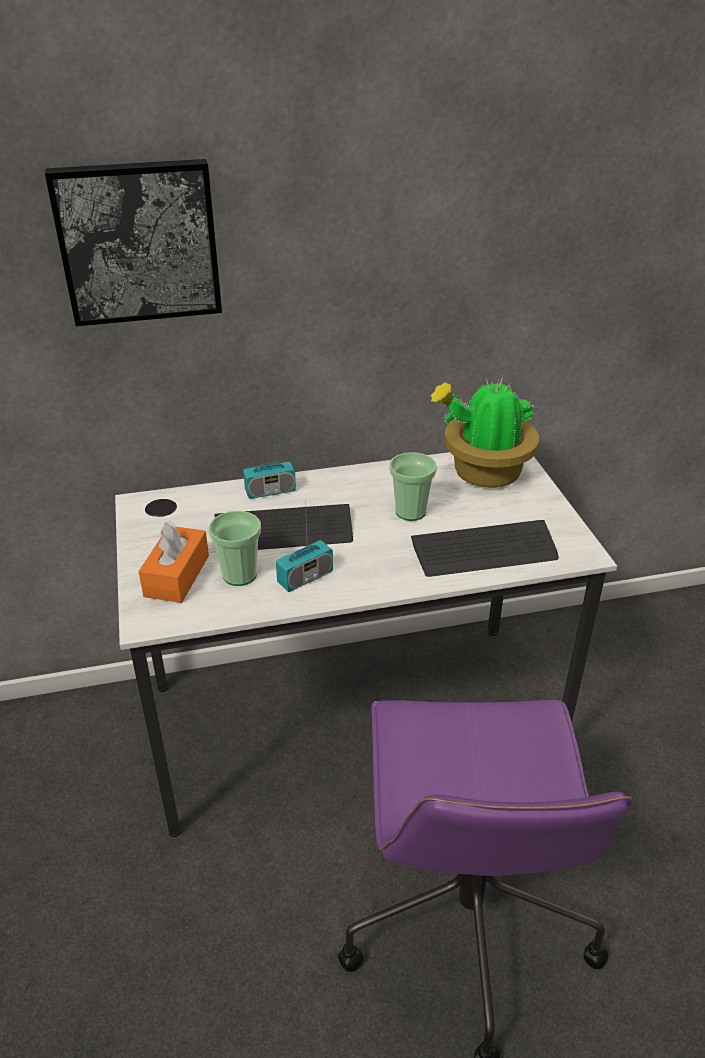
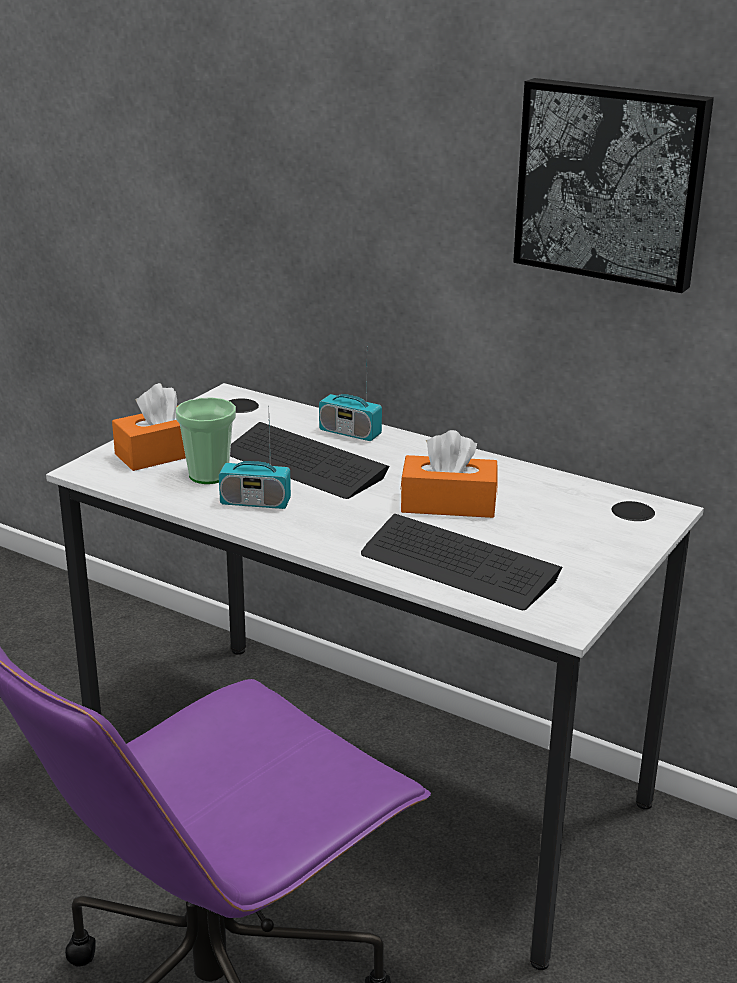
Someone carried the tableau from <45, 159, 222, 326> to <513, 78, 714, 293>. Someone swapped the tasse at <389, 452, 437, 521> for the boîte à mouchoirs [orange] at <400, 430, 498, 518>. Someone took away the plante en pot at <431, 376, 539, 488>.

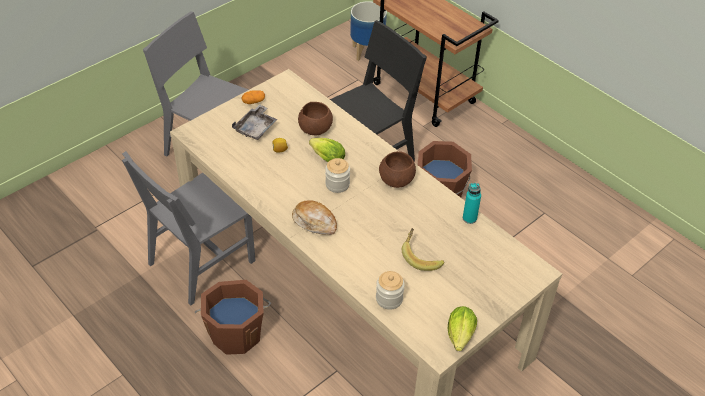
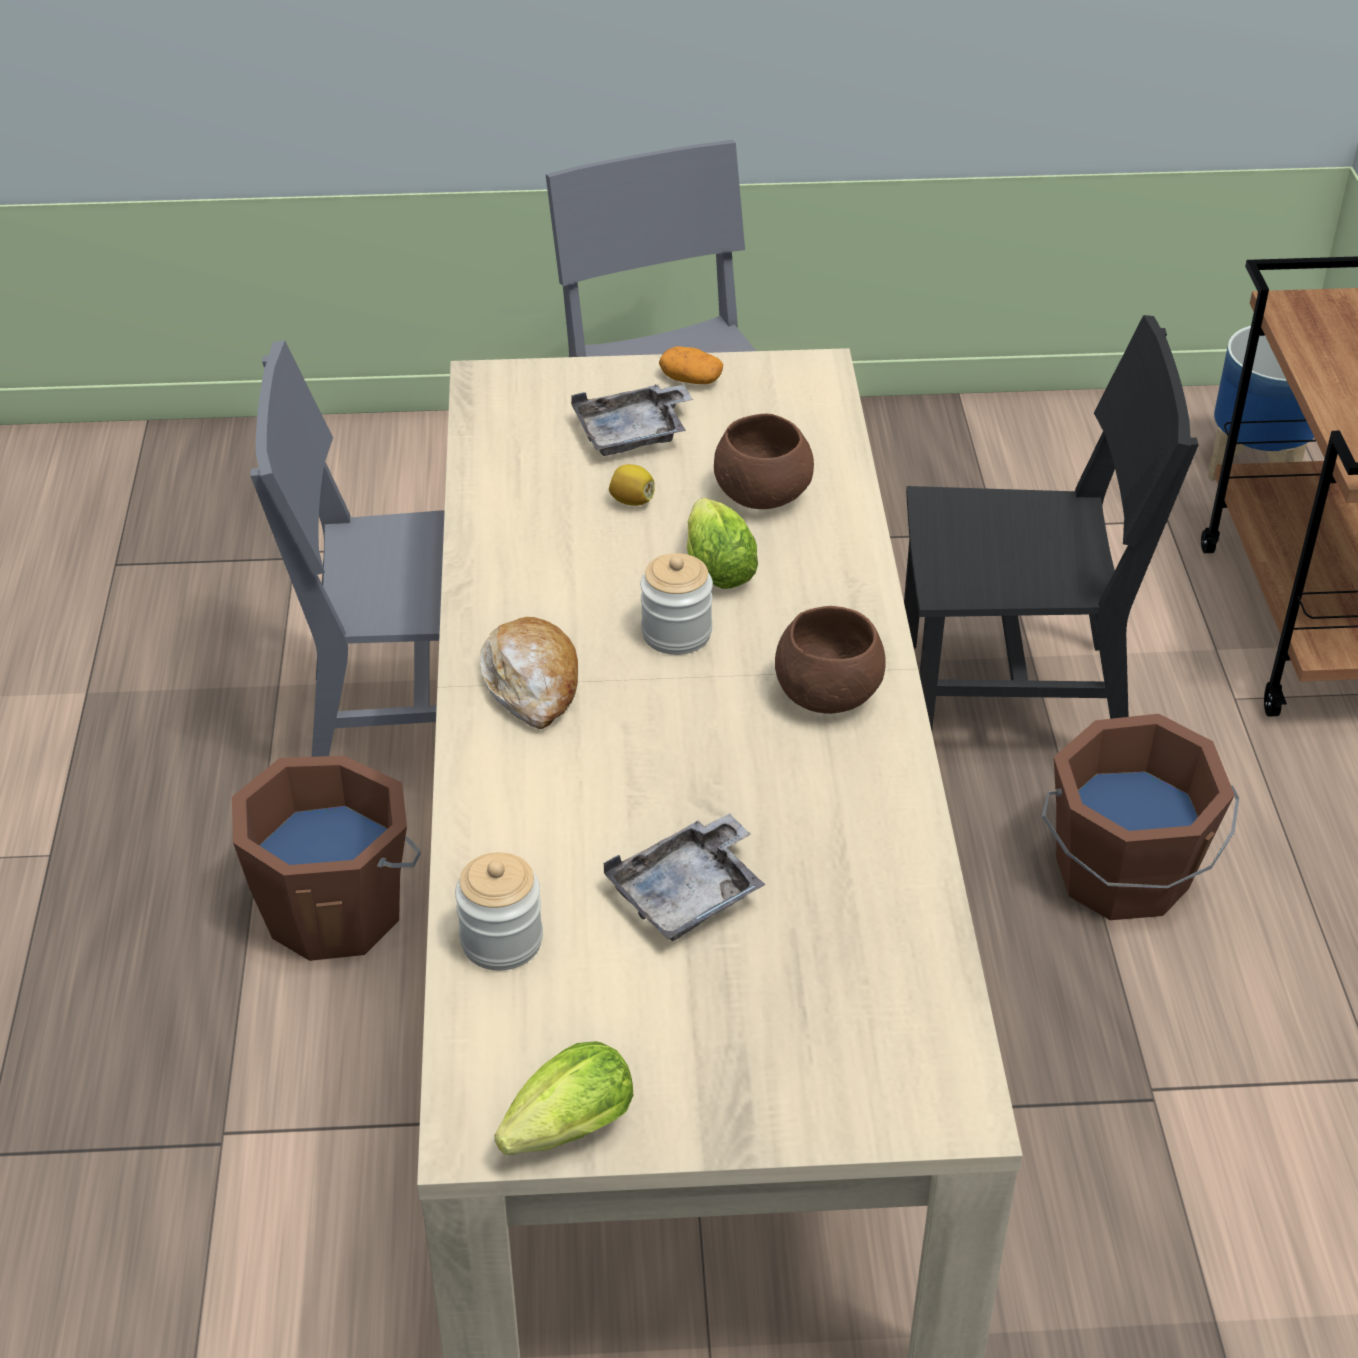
Someone swapped the banane at <402, 228, 445, 271> for the plateau [gris] at <603, 813, 765, 941>. Someone took away the bouteille [turquoise] at <463, 183, 481, 224>.

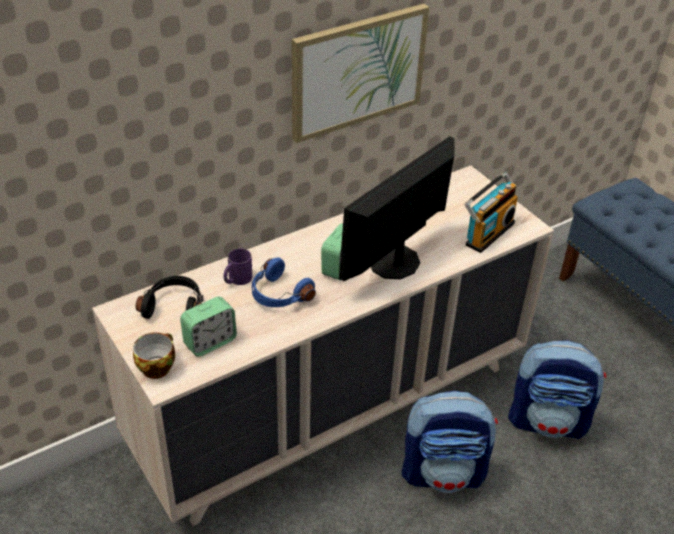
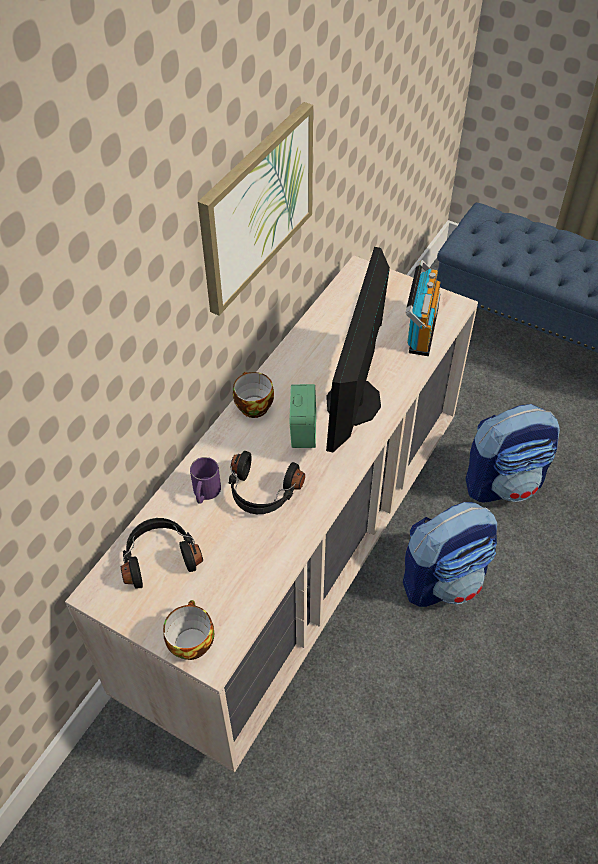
Someone took away the réveil at <180, 296, 237, 357>. Someone repainted the casque audio [bleu] at <252, 257, 316, 307>, which became the casque audio [noir] at <229, 451, 305, 514>. Someone put down the tasse at <233, 372, 274, 418>.

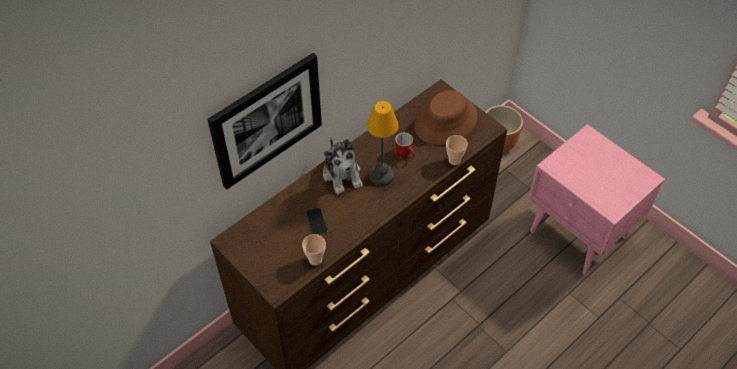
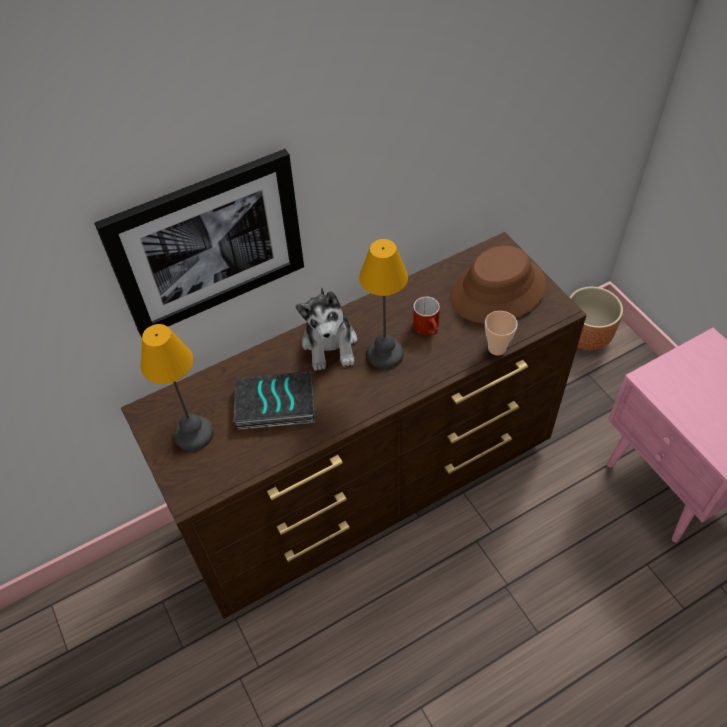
Someone took away the tasse at <302, 234, 326, 266>. Someone swapped the téléphone at <305, 208, 328, 235> for the livre at <233, 371, 315, 430>. Someone put down the lampe de table at <141, 324, 214, 451>.

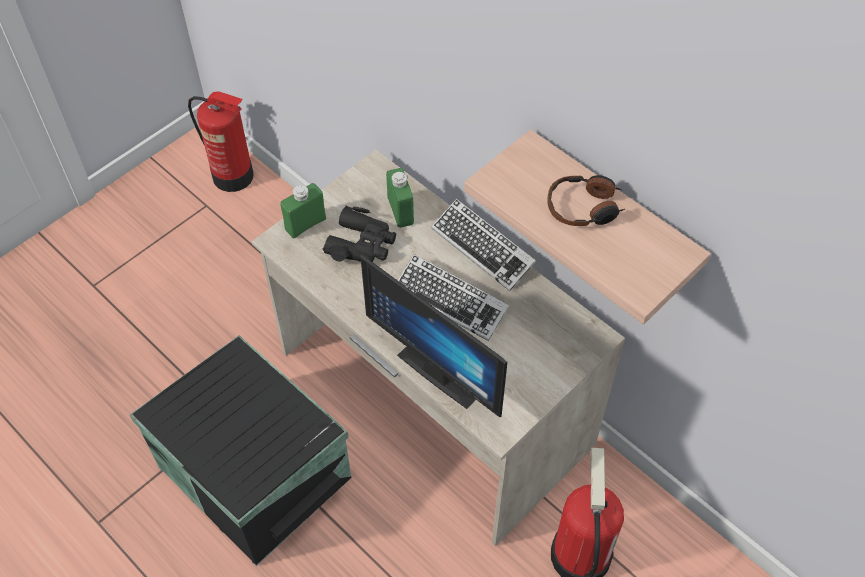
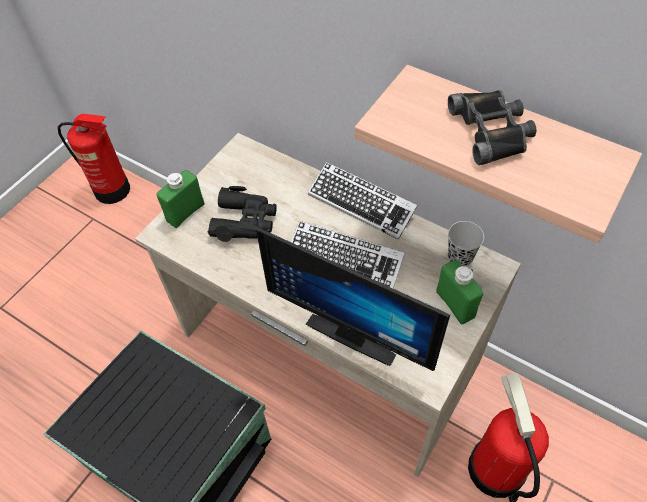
Someone carried the bouteille [vert] from <386, 168, 414, 228> to <436, 260, 484, 324>. Someone swapped the casque audio at <547, 175, 625, 226> for the jumelles [noir] at <448, 90, 536, 165>. Someone put down the tasse [noir] at <448, 221, 484, 266>.

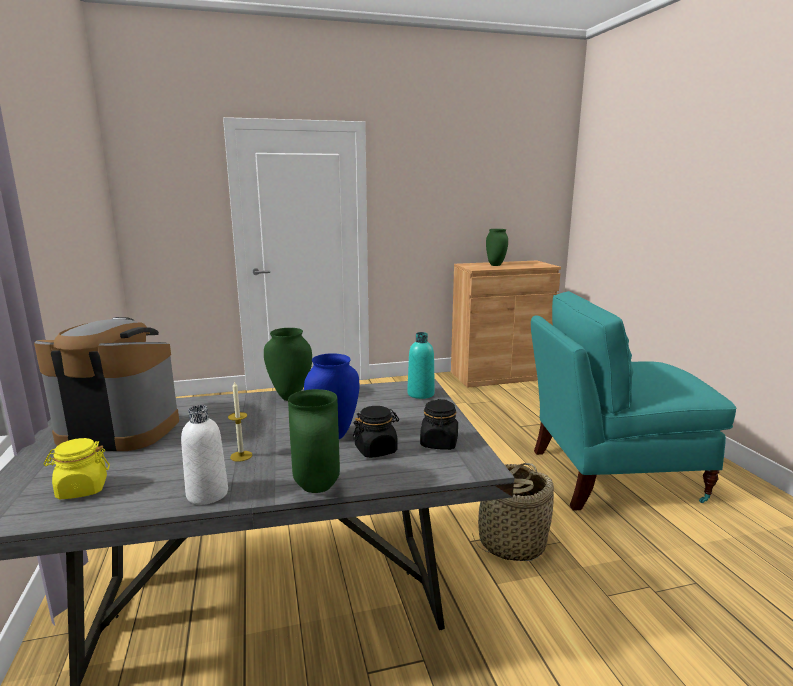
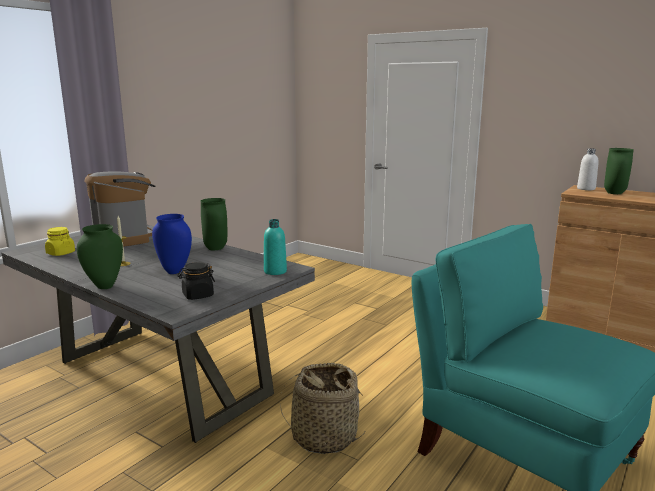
Someone carried the bouteille [blanc] from <181, 405, 228, 505> to <577, 148, 599, 190>. Someone took away the bocal [noir] at <353, 406, 399, 458>.

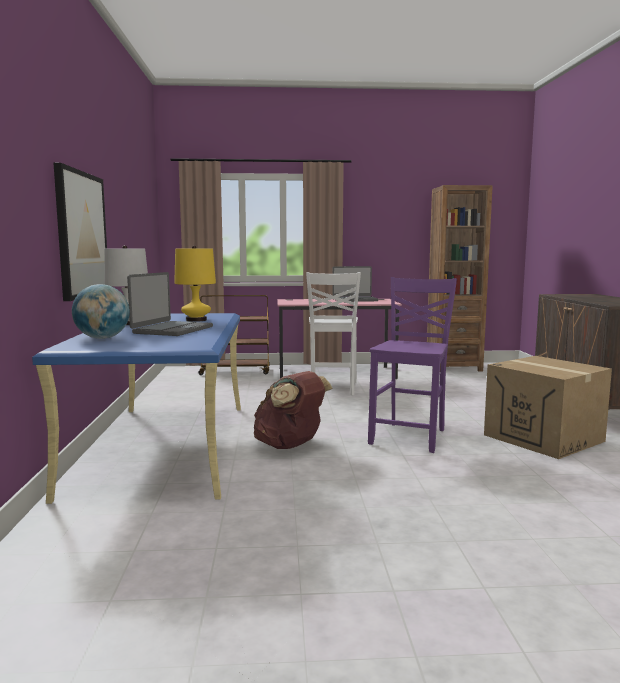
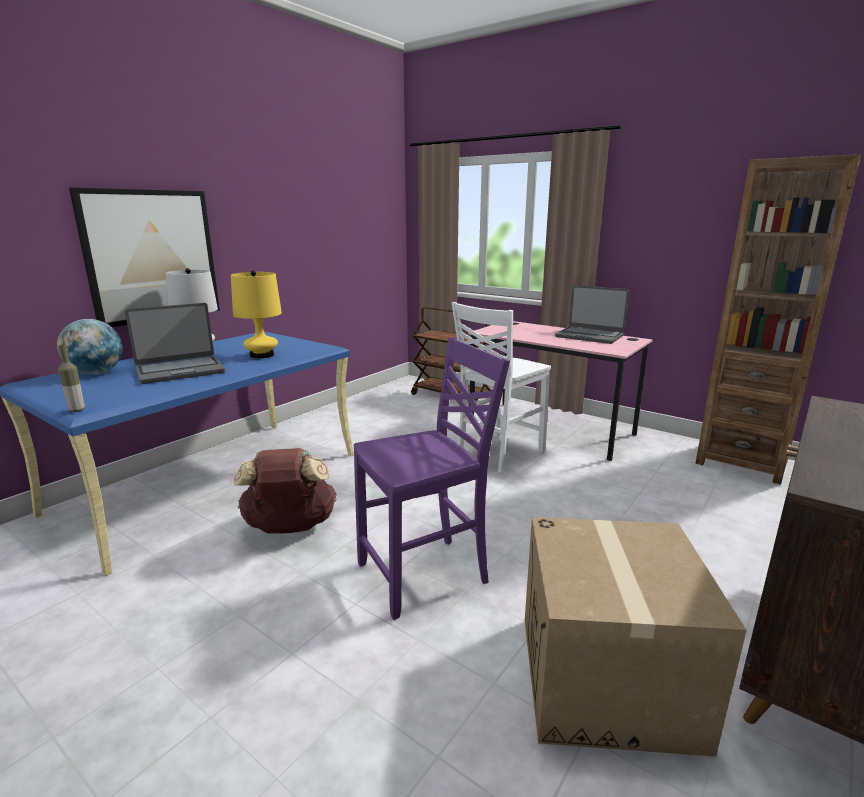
Someone put down the bouteille at <58, 344, 85, 412>.

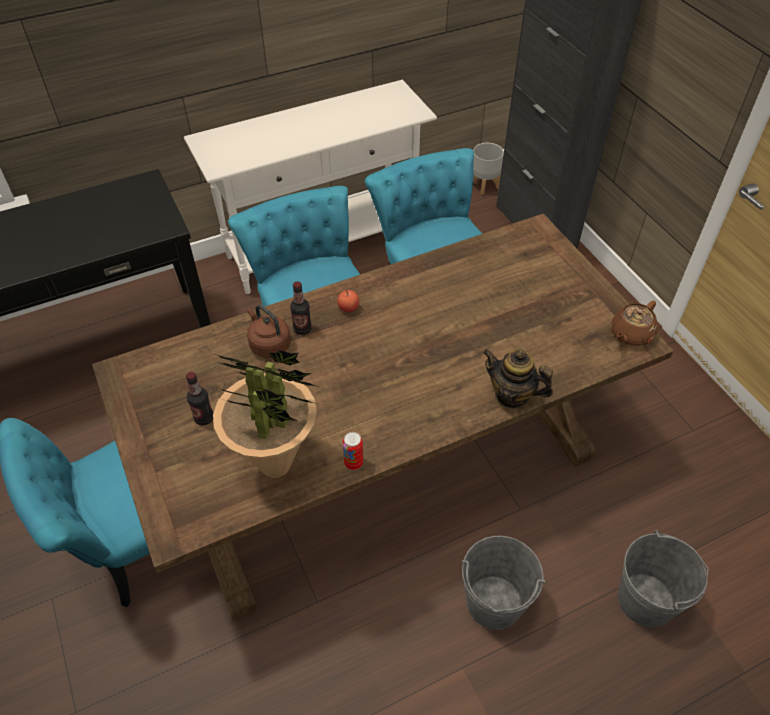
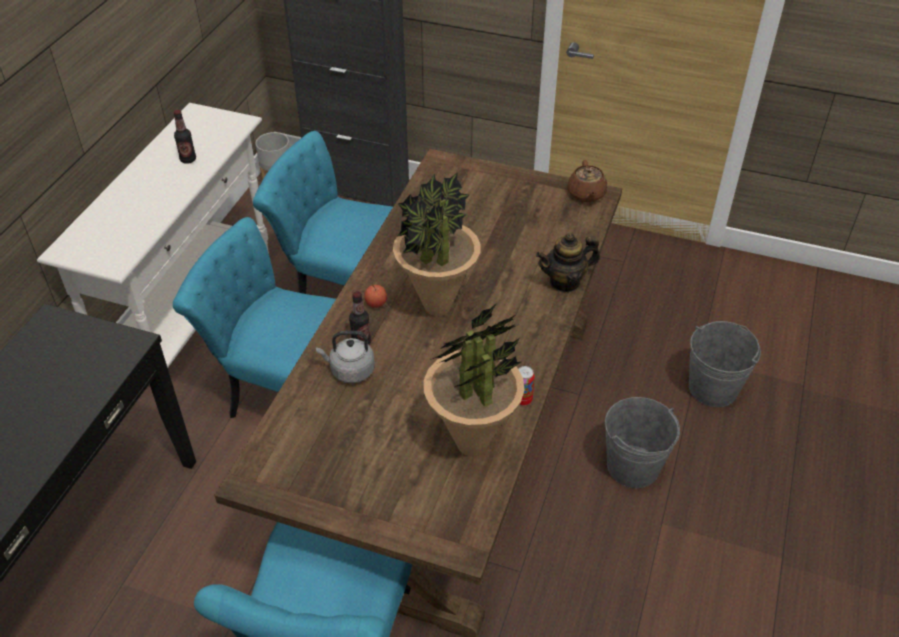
Someone carried the bouteille from <186, 372, 213, 425> to <174, 110, 196, 164>. Someone repainted the bouilloire [marron] at <247, 305, 291, 358>, which became the bouilloire [gris] at <316, 331, 375, 383>. Someone put down the plante en pot at <393, 172, 481, 316>.

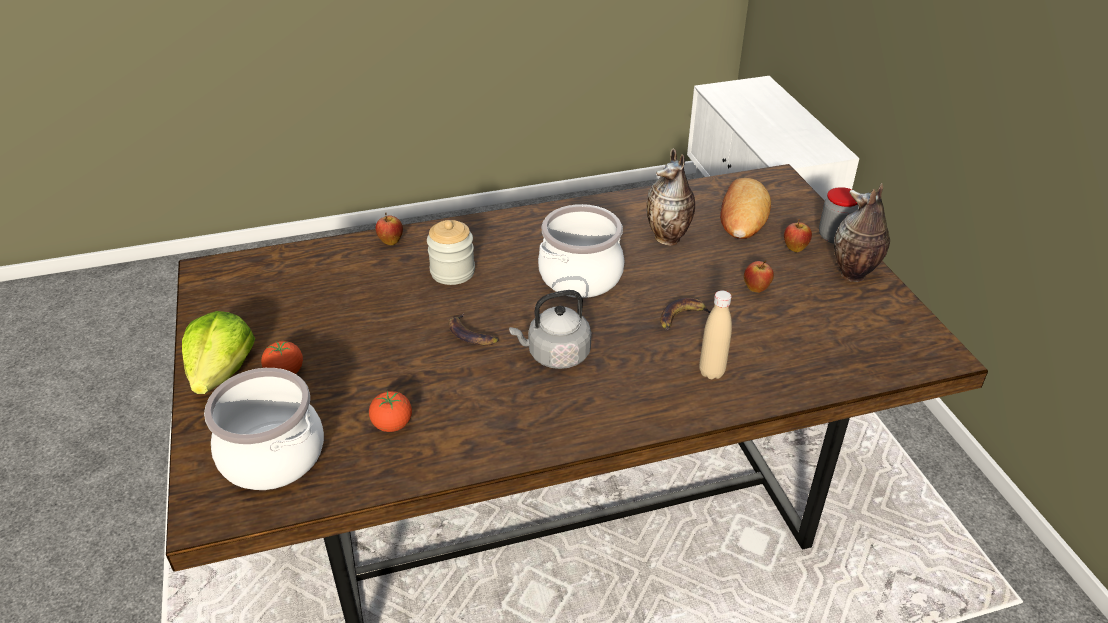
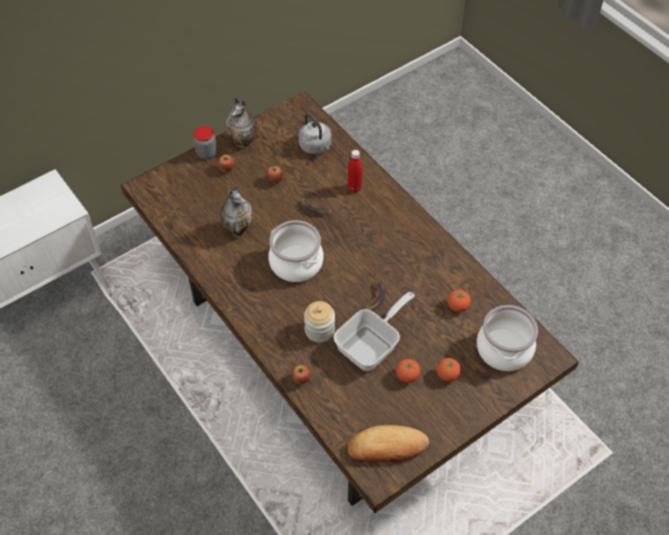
Someone took away the laitue at <182, 311, 255, 394>. Someone carried the bouilloire [gris] from <509, 290, 592, 369> to <298, 113, 331, 154>. Someone repainted the bouteille [beige] at <699, 290, 732, 379>, which became the bouteille [rouge] at <348, 150, 362, 193>. Someone carried the pain from <720, 178, 771, 239> to <347, 425, 429, 462>. Someone put down the poêle at <333, 292, 415, 371>. Someone put down the tomate at <396, 359, 420, 383>.

